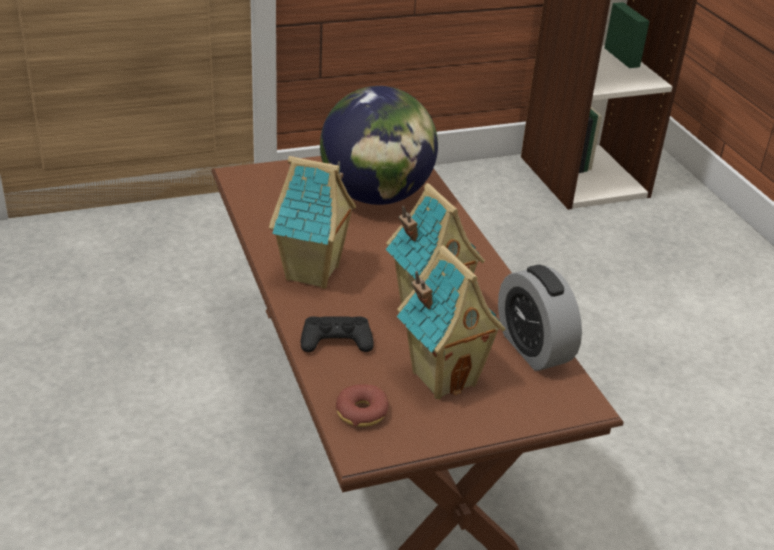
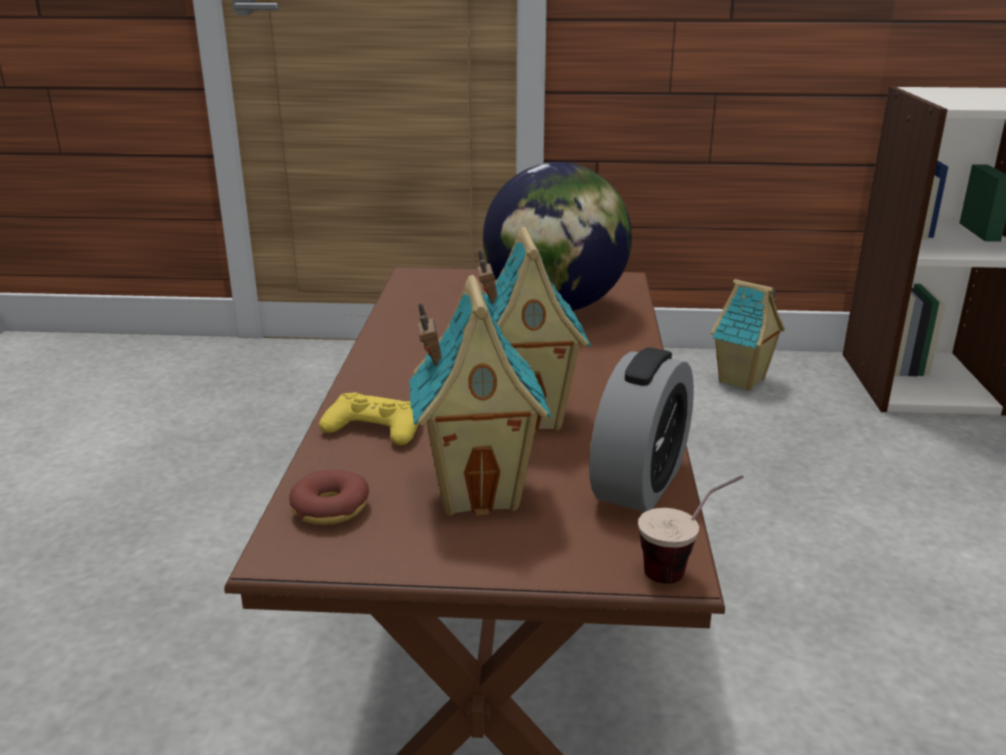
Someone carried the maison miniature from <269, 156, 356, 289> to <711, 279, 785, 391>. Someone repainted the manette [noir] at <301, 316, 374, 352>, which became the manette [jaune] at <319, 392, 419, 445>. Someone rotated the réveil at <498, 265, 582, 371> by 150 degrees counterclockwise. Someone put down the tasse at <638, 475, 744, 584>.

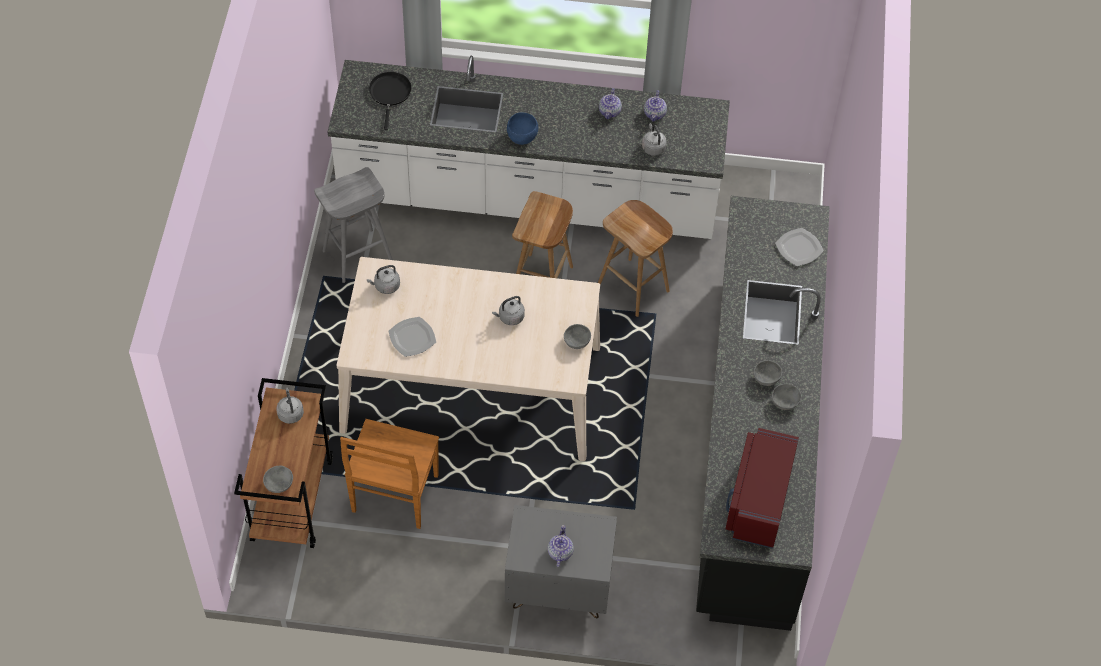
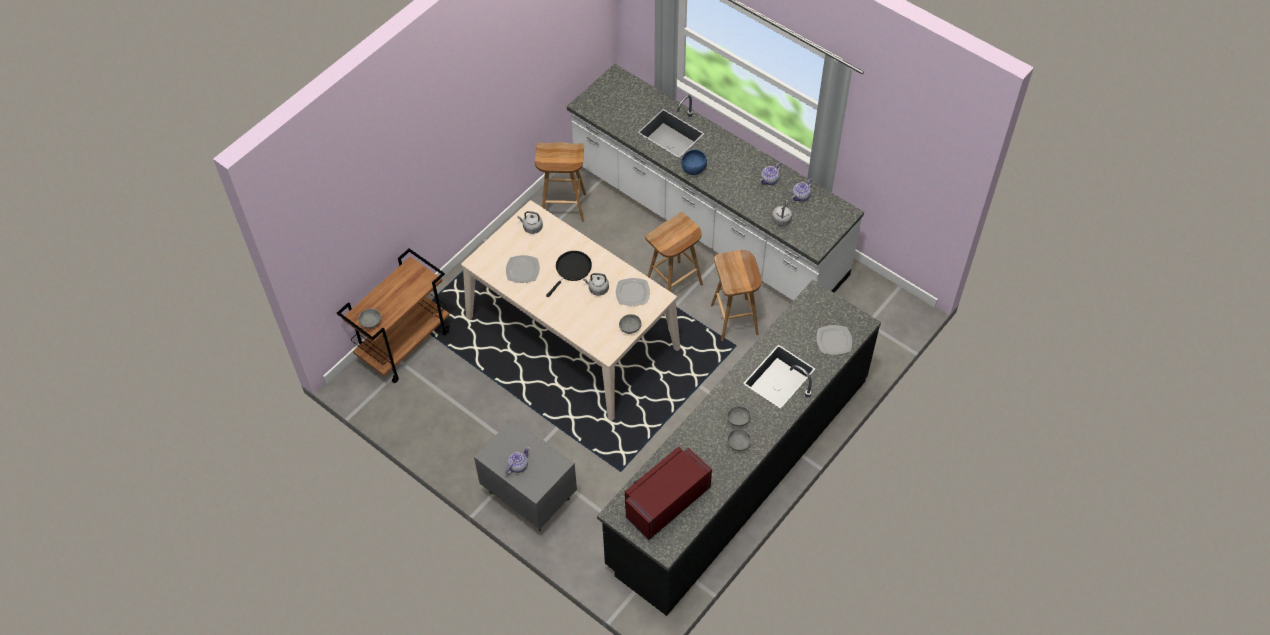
Someone took away the bouilloire [gris] at <276, 387, 304, 424>. Someone repainted the tabouret [gris] at <314, 167, 393, 283>, which became the tabouret [marron] at <535, 142, 586, 222>. Someone took away the chaise [marron] at <340, 419, 439, 529>. Someone carried the poêle [noir] from <369, 72, 412, 130> to <546, 251, 592, 297>. Someone put down the assiette at <616, 278, 650, 306>.

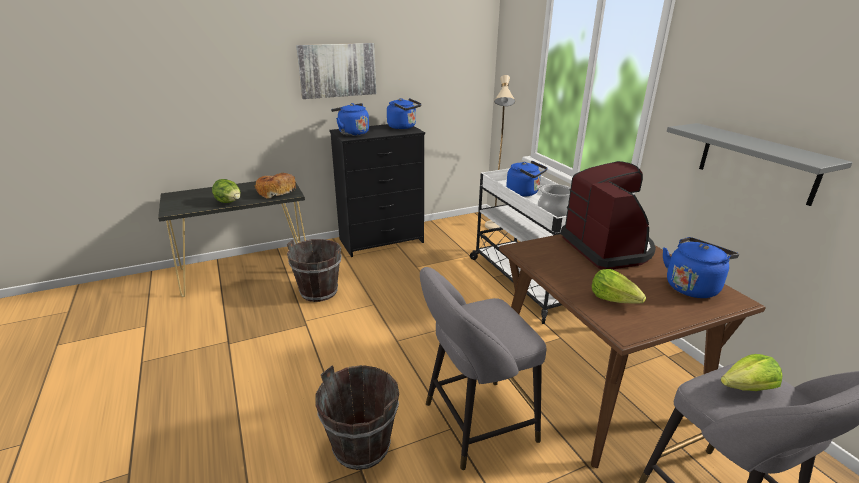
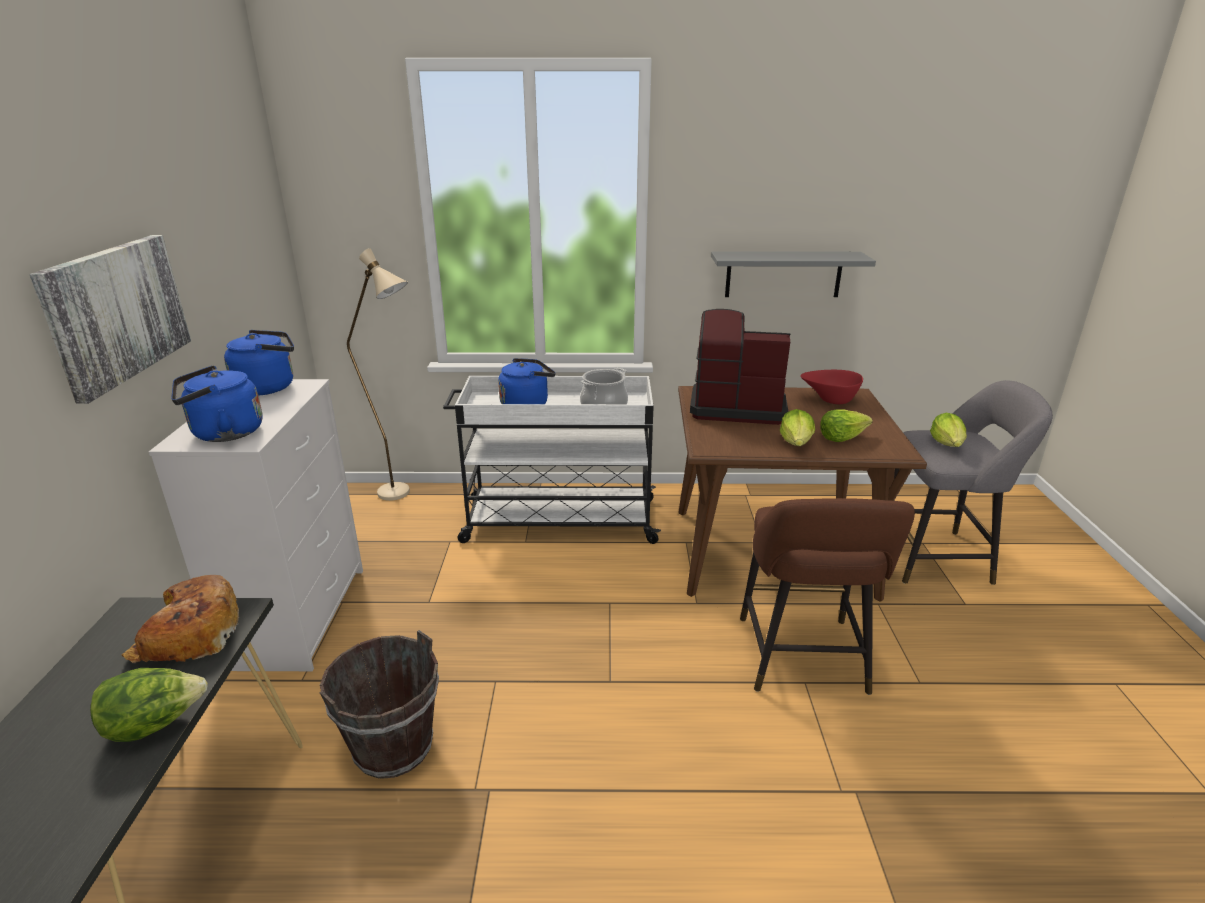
Someone took away the seau [marron] at <315, 365, 399, 470>. Someone repainted the commode [noir] at <329, 124, 425, 257>, which became the commode [blanc] at <149, 379, 363, 671>. Someone repainted the tabouret [gris] at <420, 267, 546, 470>, which became the tabouret [marron] at <740, 498, 915, 695>. Someone swapped the bouilloire [bleu] at <663, 237, 739, 298> for the bol [rouge] at <800, 370, 863, 404>. Someone put down the laitue at <780, 409, 815, 446>.

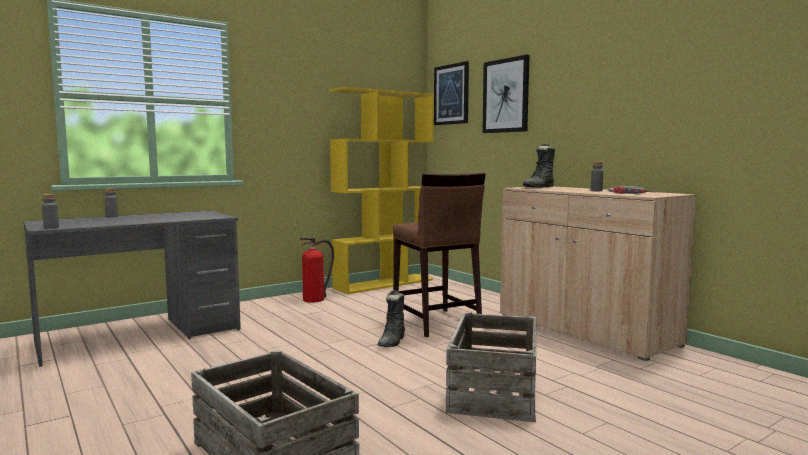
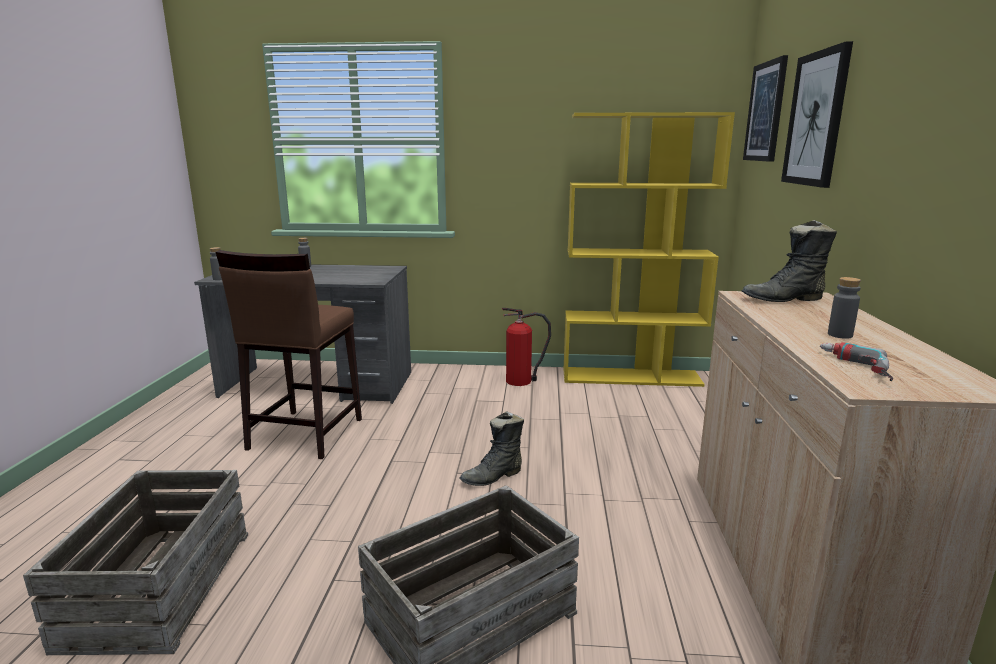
Someone carried the tabouret [marron] from <393, 173, 486, 337> to <215, 250, 362, 459>.

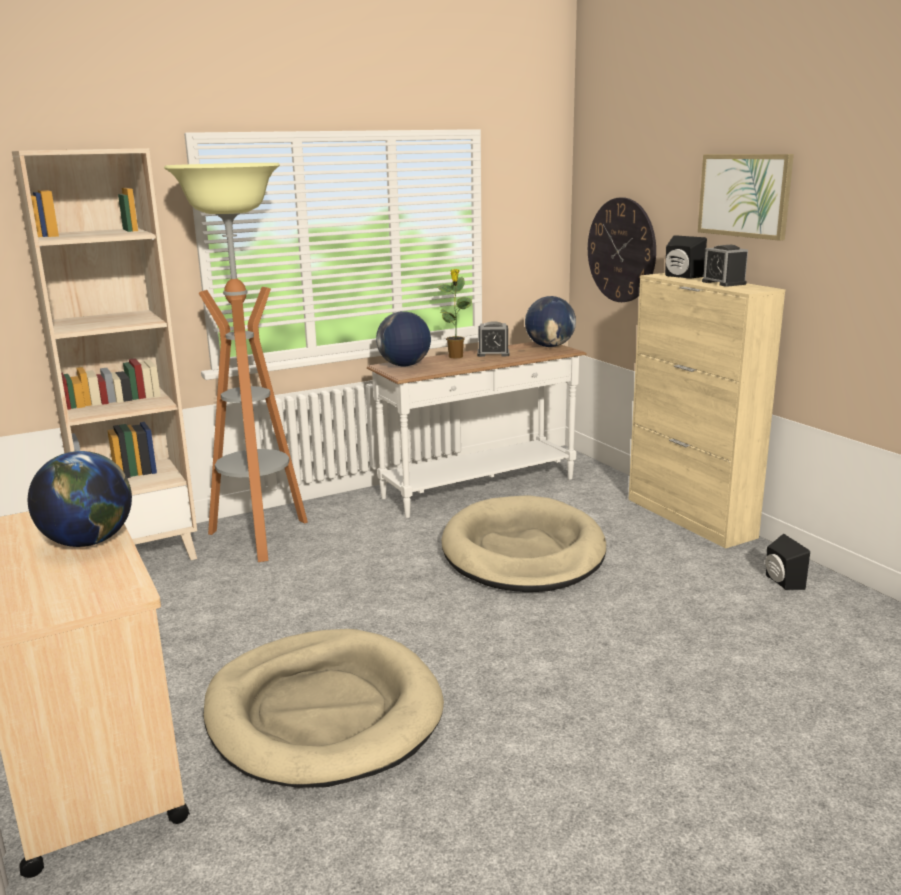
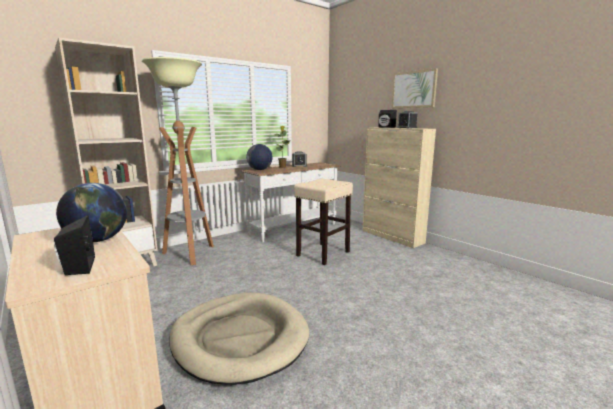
Someone swapped the panier pour chien [beige] at <441, 495, 606, 592> for the tabouret [beige] at <294, 178, 353, 265>. Someone took away the globe at <525, 296, 576, 347>. Someone took away the horloge murale at <588, 197, 656, 302>. Someone carried the enceinte [noir] from <765, 534, 810, 590> to <54, 215, 95, 275>.

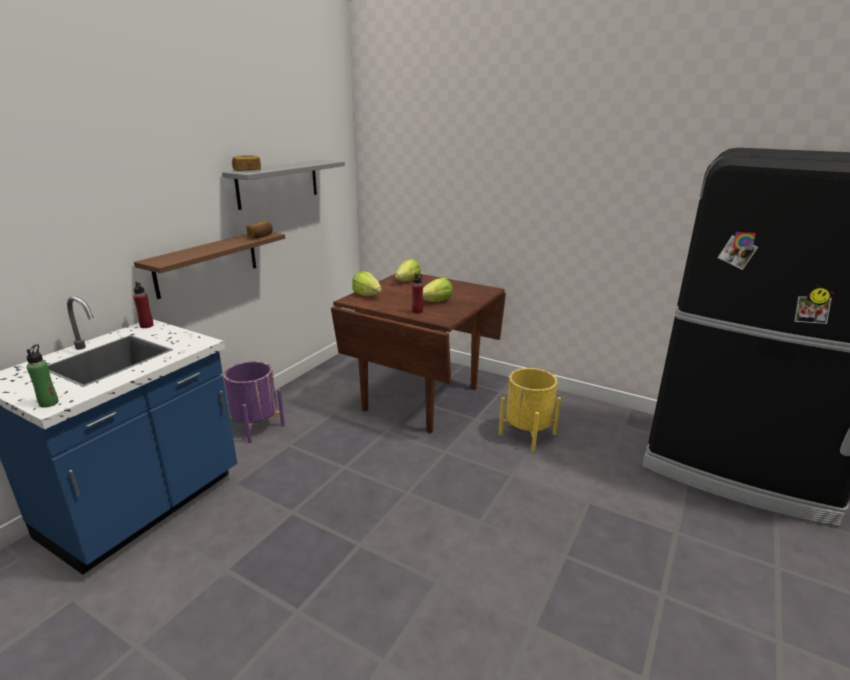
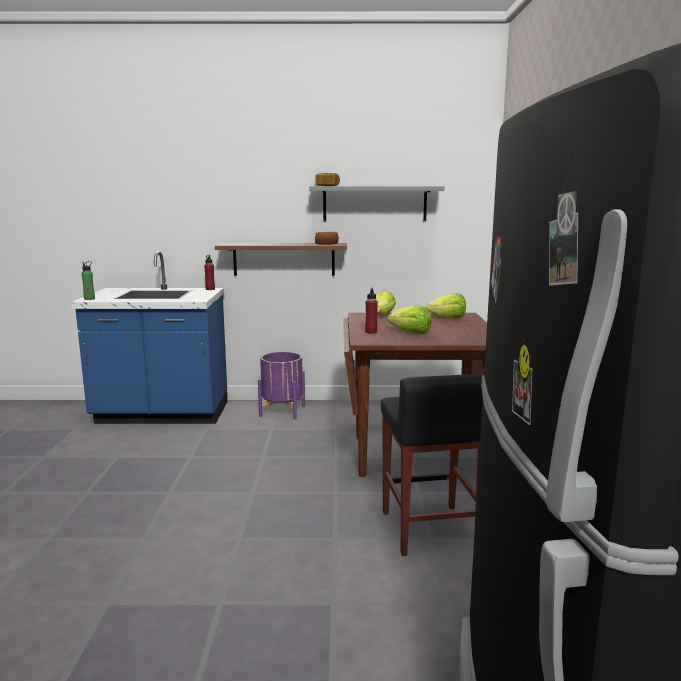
Someone swapped the cache-pot [jaune] at <499, 368, 561, 452> for the tabouret [noir] at <381, 374, 484, 556>.

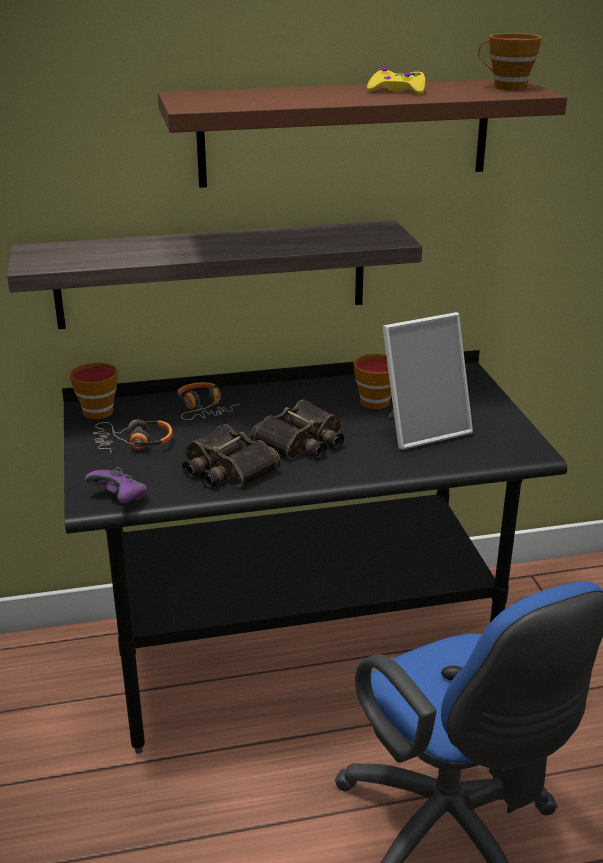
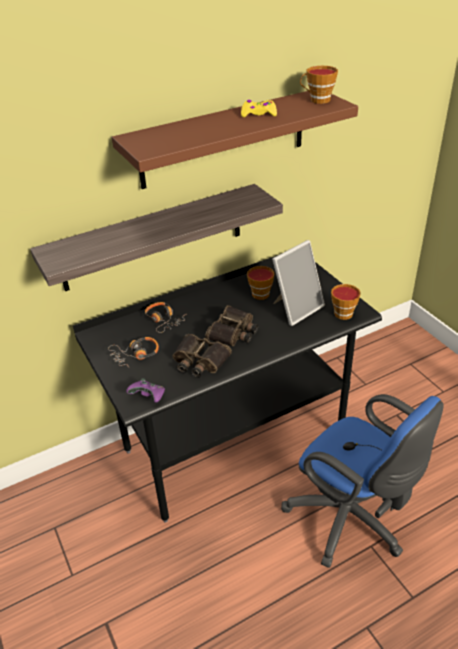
Someone carried the tasse from <70, 363, 118, 419> to <331, 284, 361, 320>.

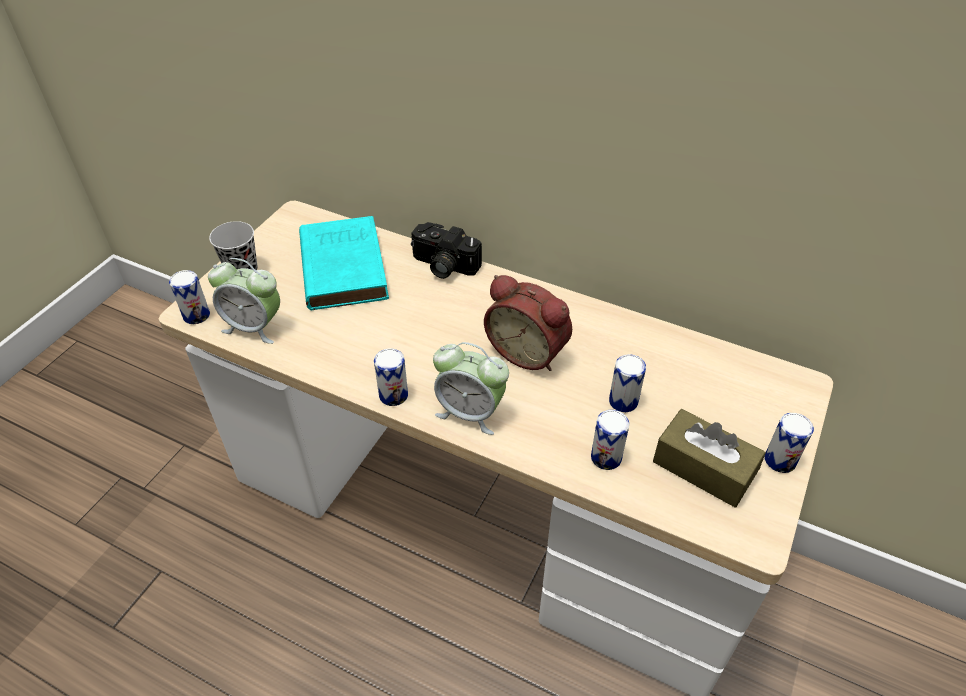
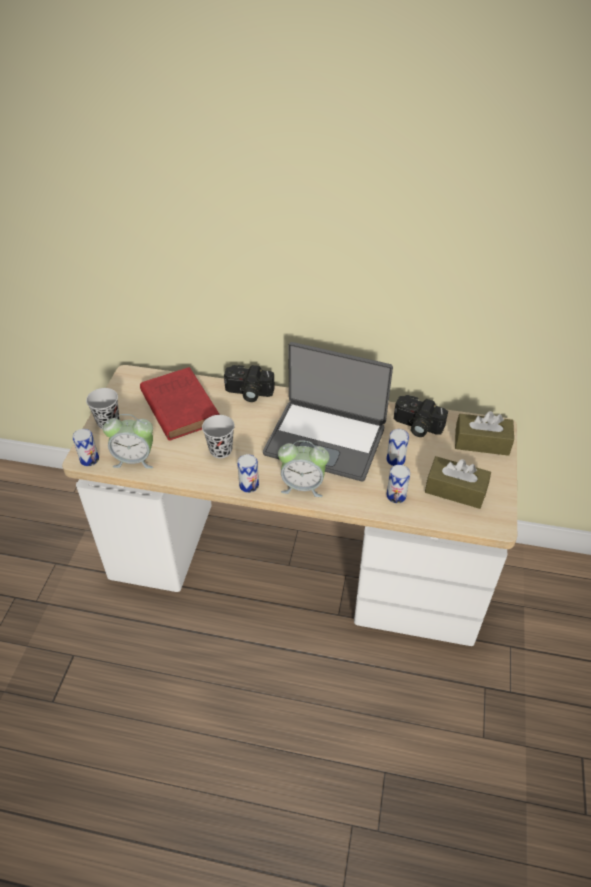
Someone repainted the livre [turquoise] at <299, 216, 389, 310>, which became the livre [rouge] at <140, 367, 219, 441>. Someone swapped the réveil at <484, 275, 572, 371> for the ordinateur portable at <263, 342, 393, 482>. Someone took away the boîte métallique at <765, 413, 814, 473>. Someone put down the tasse [noir] at <202, 415, 235, 458>. Someone put down the appareil photo at <394, 395, 448, 437>. Someone put down the boîte à mouchoirs [marron] at <455, 411, 514, 456>.

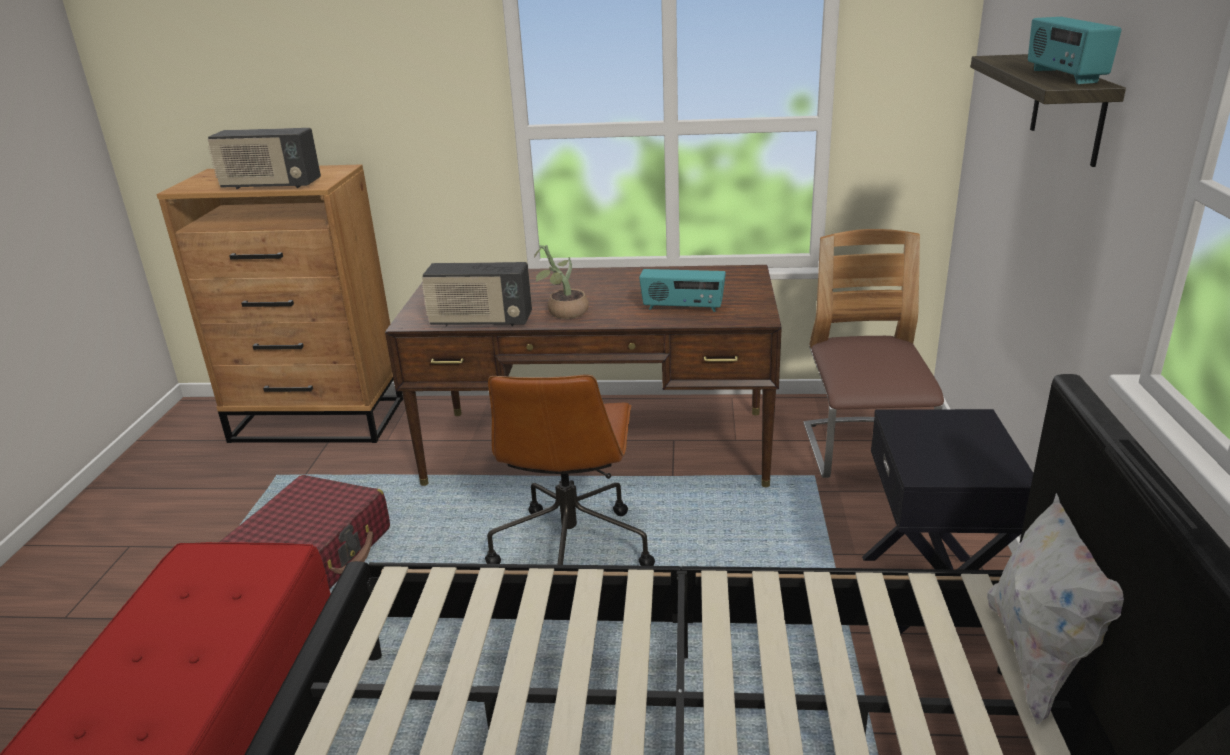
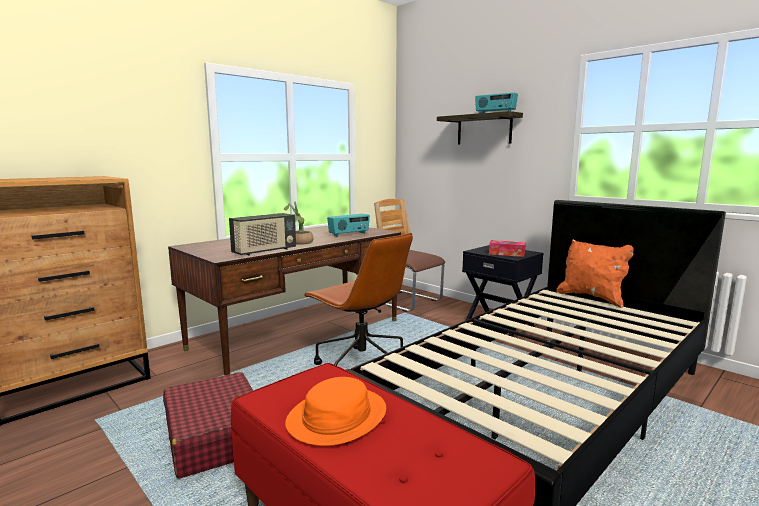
Someone took away the radio at <208, 128, 321, 190>. Someone repainted the coussin [blanc] at <987, 493, 1124, 725>, which became the coussin [orange] at <556, 239, 633, 308>. Someone put down the chapeau [orange] at <285, 377, 386, 446>. Someone put down the boîte à mouchoirs at <489, 240, 526, 257>.

